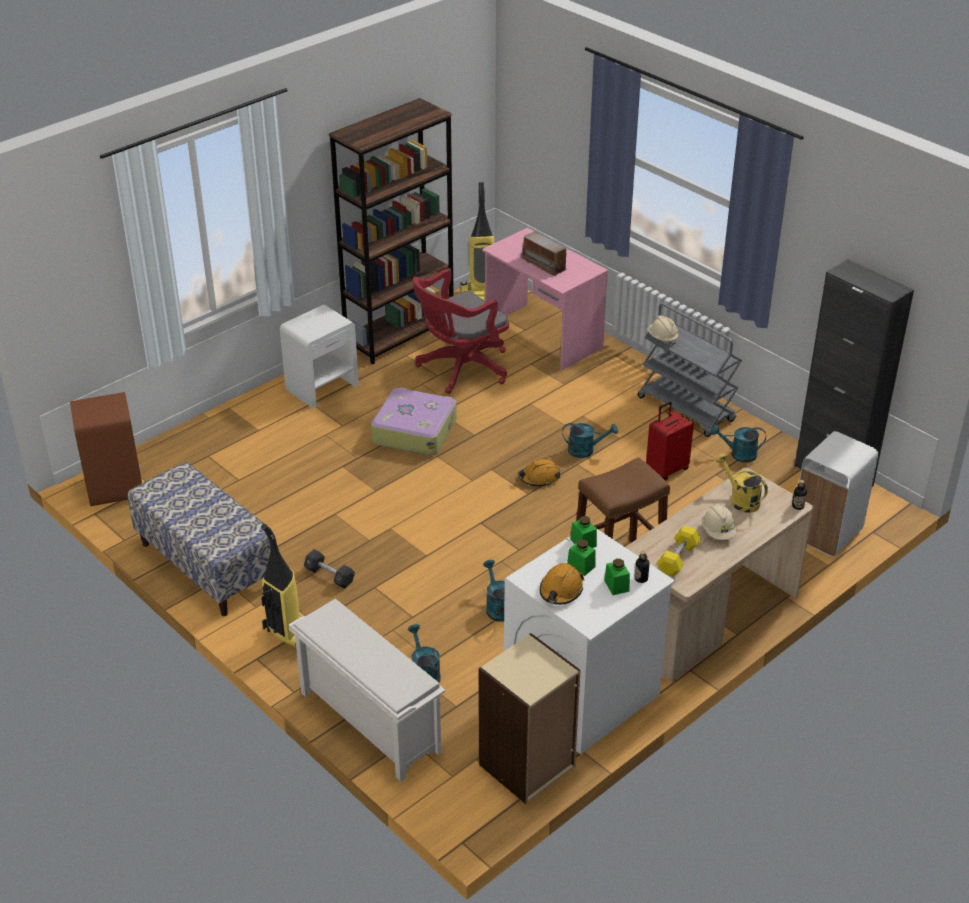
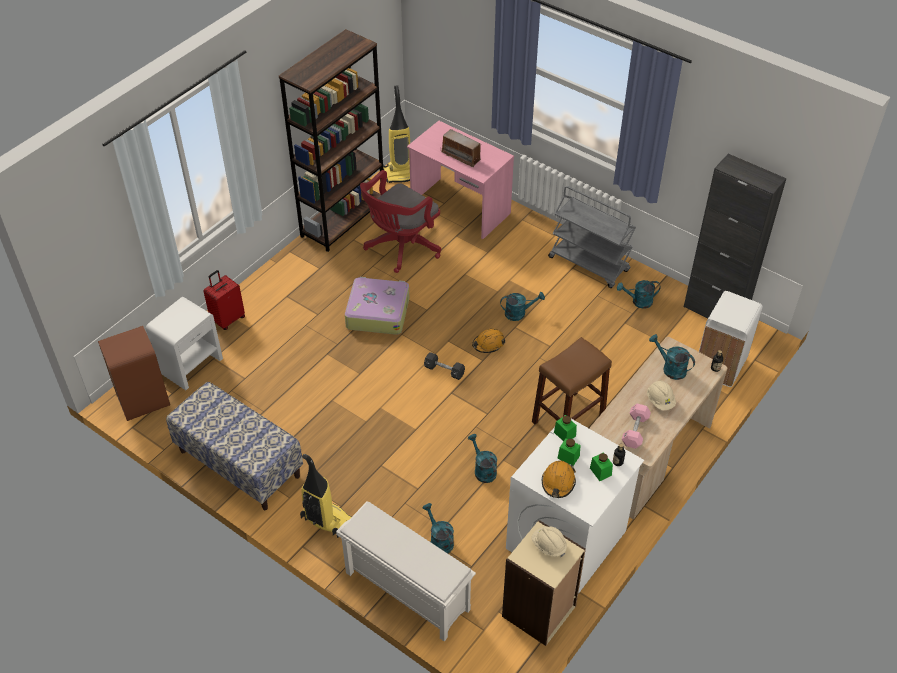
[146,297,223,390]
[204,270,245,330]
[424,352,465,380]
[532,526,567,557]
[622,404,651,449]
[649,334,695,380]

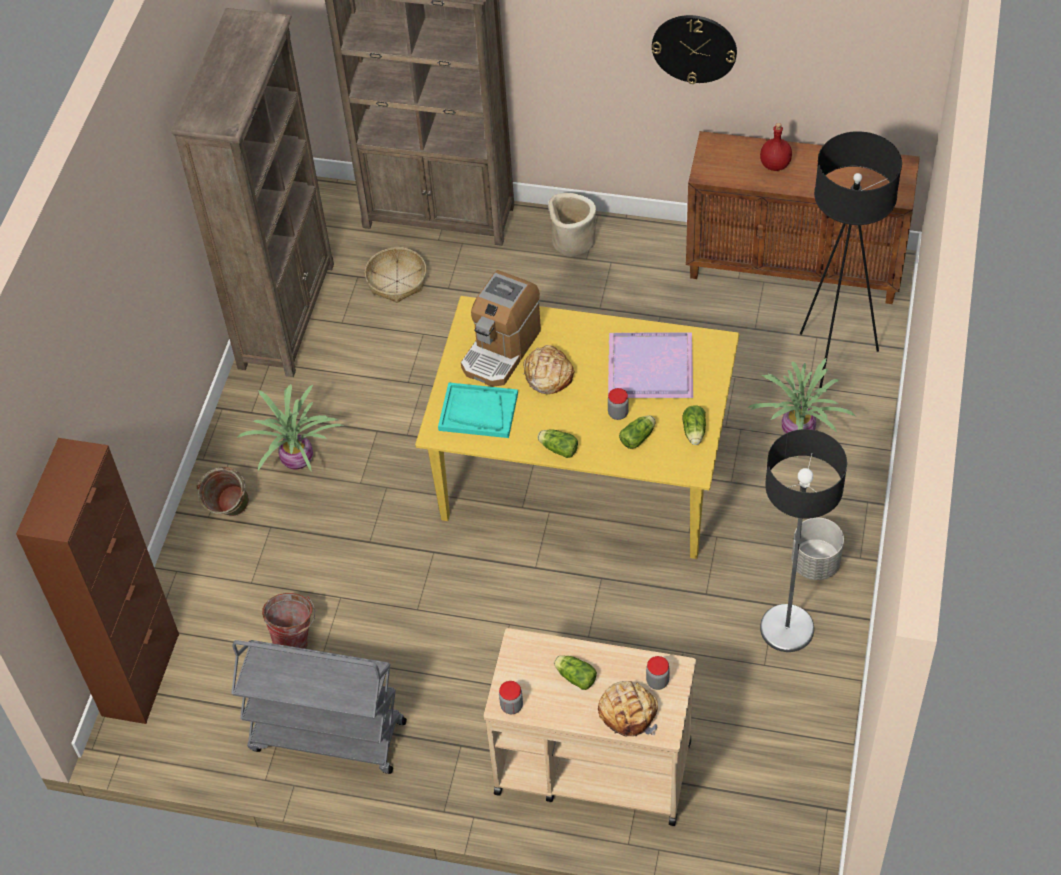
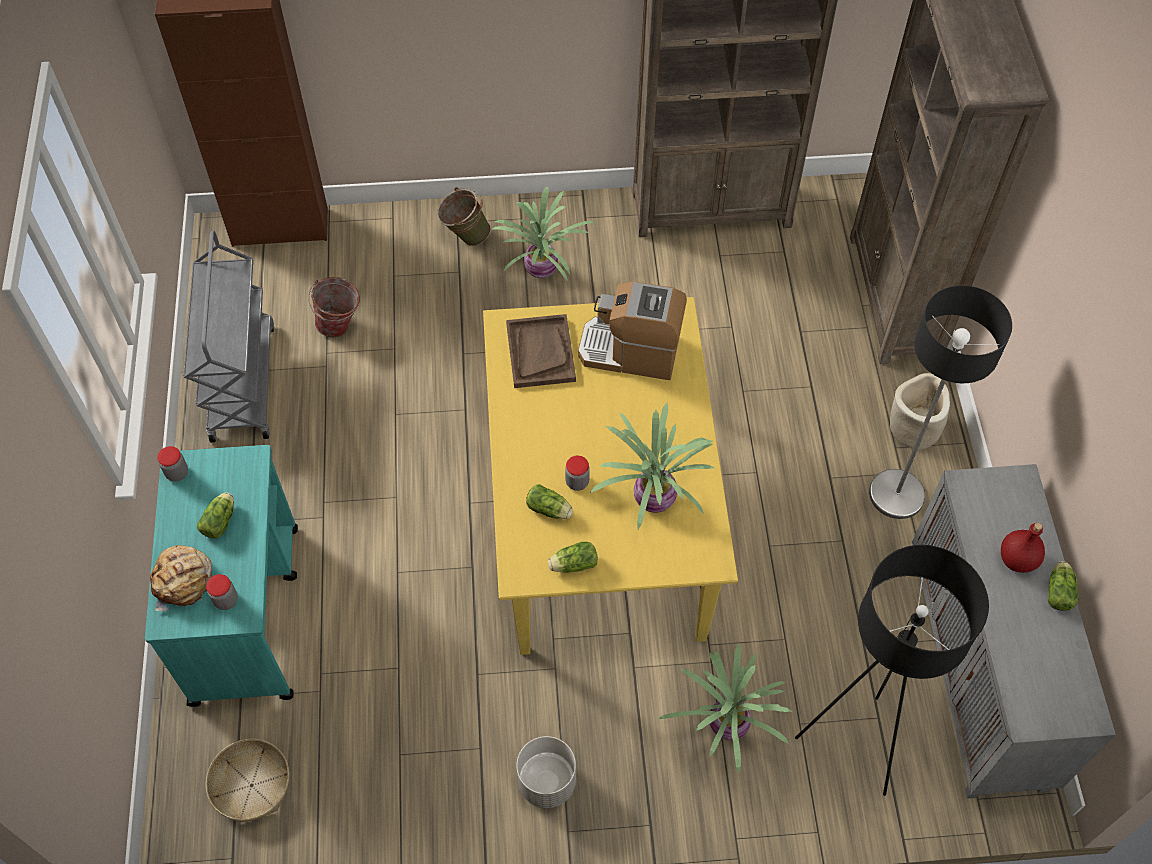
[145,445,298,707]
[205,739,289,823]
[506,314,576,388]
[590,403,714,529]
[869,285,1012,519]
[912,464,1116,799]
[1048,561,1079,611]
[522,345,575,394] (first image)
[652,15,737,84] (first image)

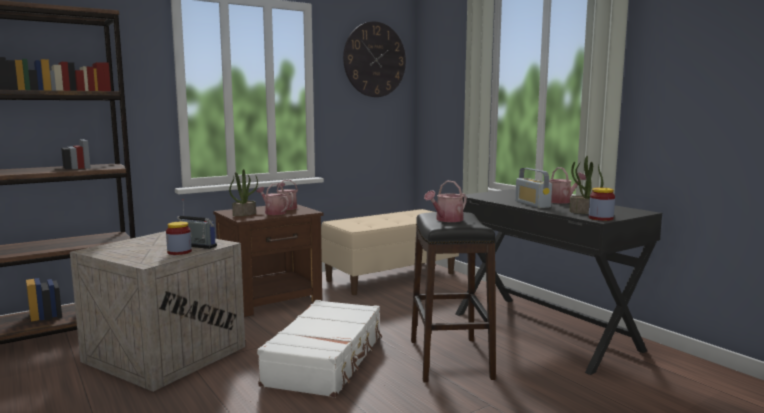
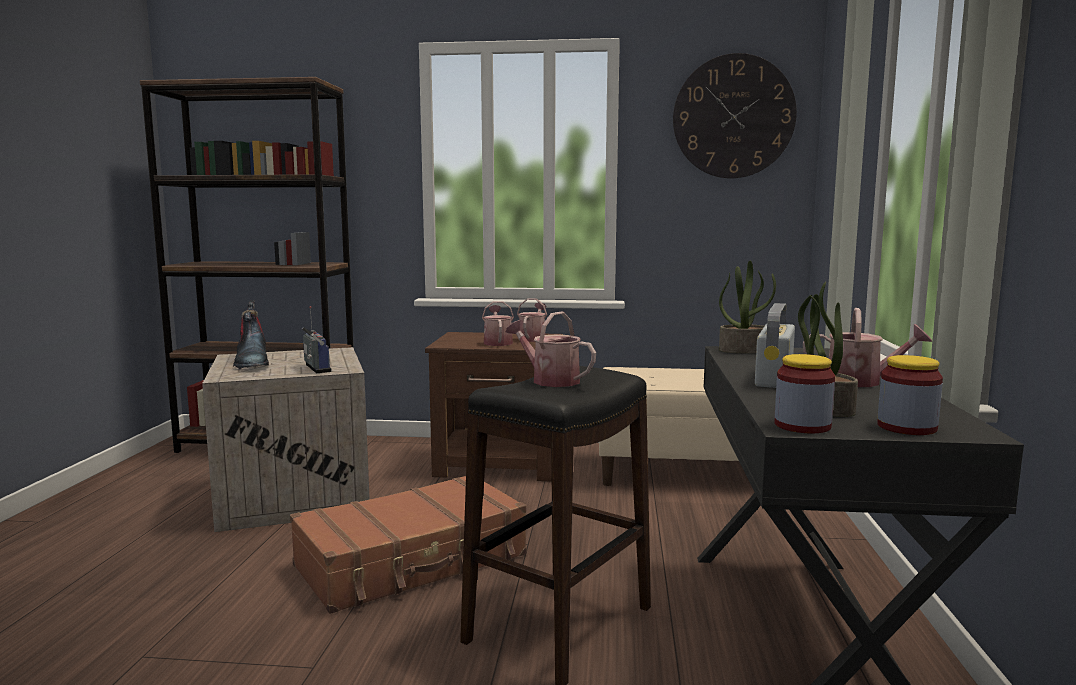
[233,300,269,369]
[290,476,527,614]
[506,312,596,387]
[719,261,776,354]
[877,355,943,435]

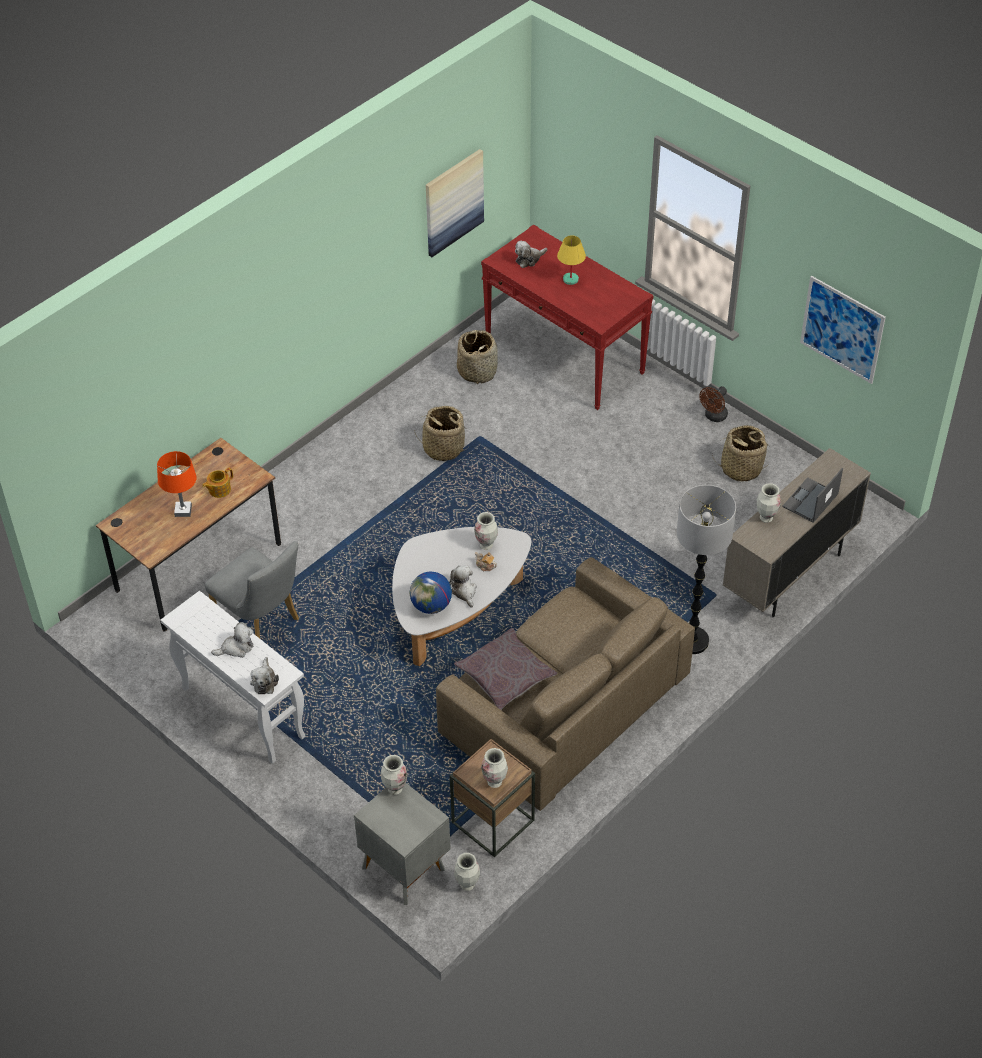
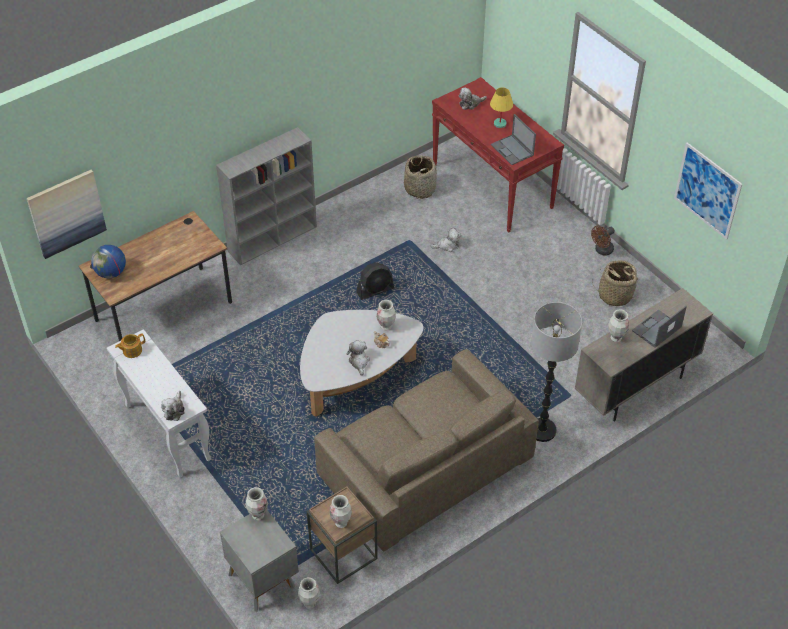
[27,170,107,259]
[91,245,126,278]
[115,333,145,358]
[216,127,317,265]
[356,262,394,300]
[430,228,461,252]
[491,114,536,165]
[157,451,197,517] (first image)
[205,541,299,638] (first image)
[414,406,469,461] (first image)
[454,628,557,710] (first image)

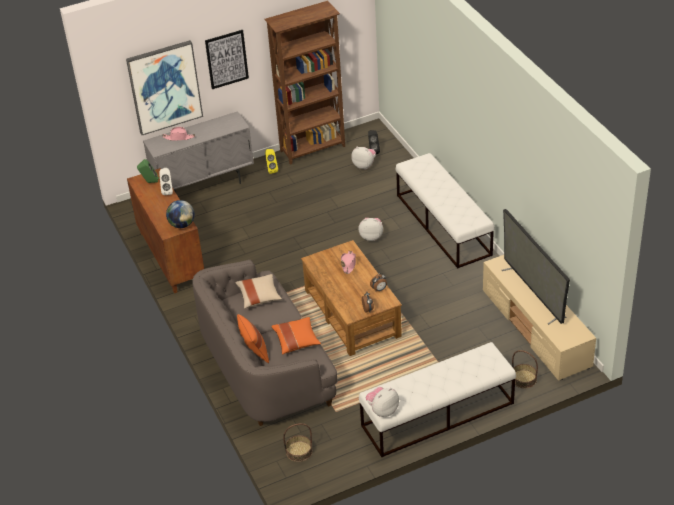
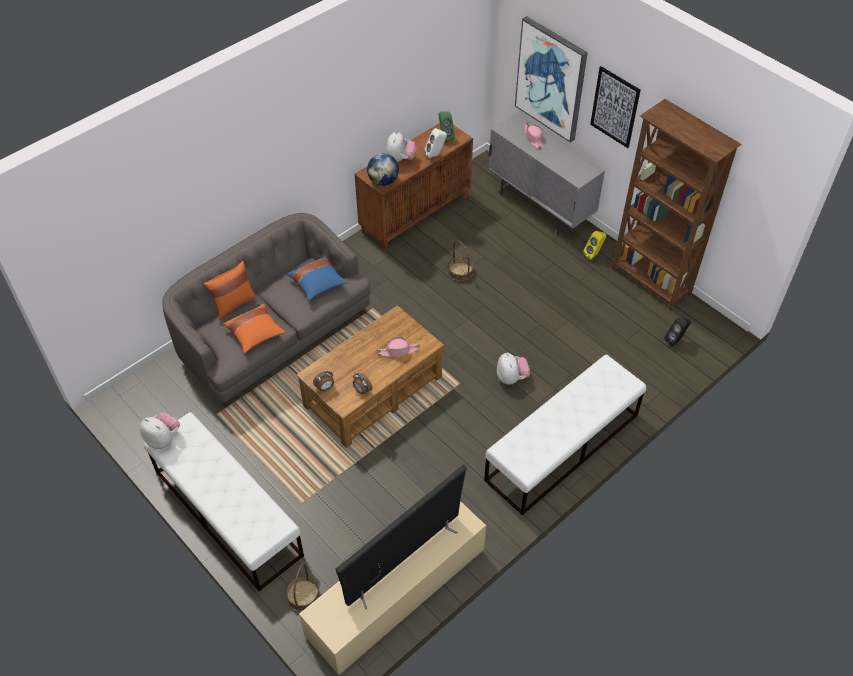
[287,255,347,301]
[386,131,416,162]
[448,240,474,281]

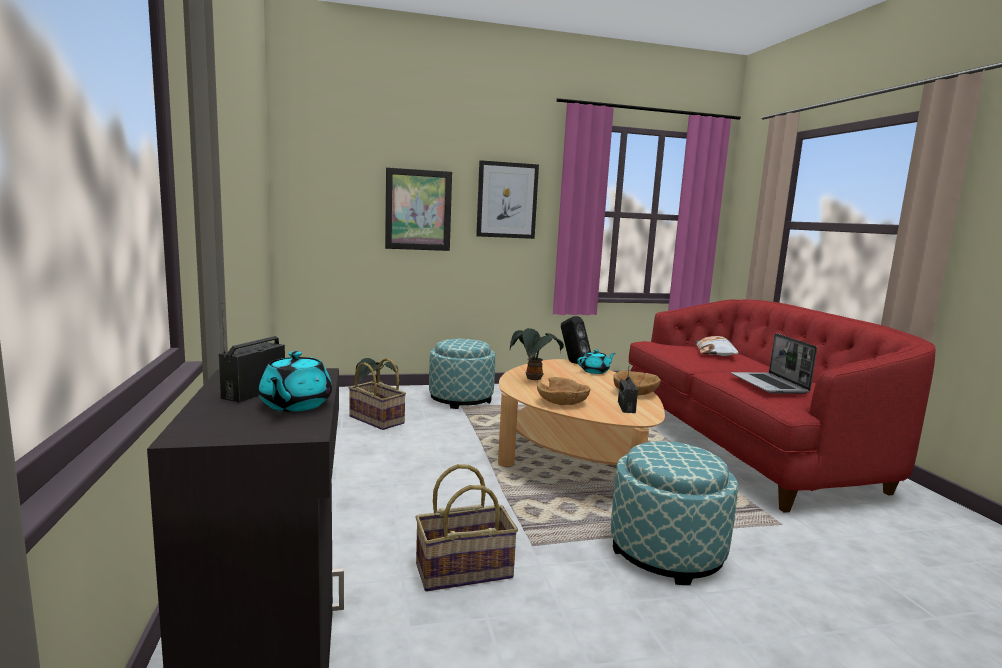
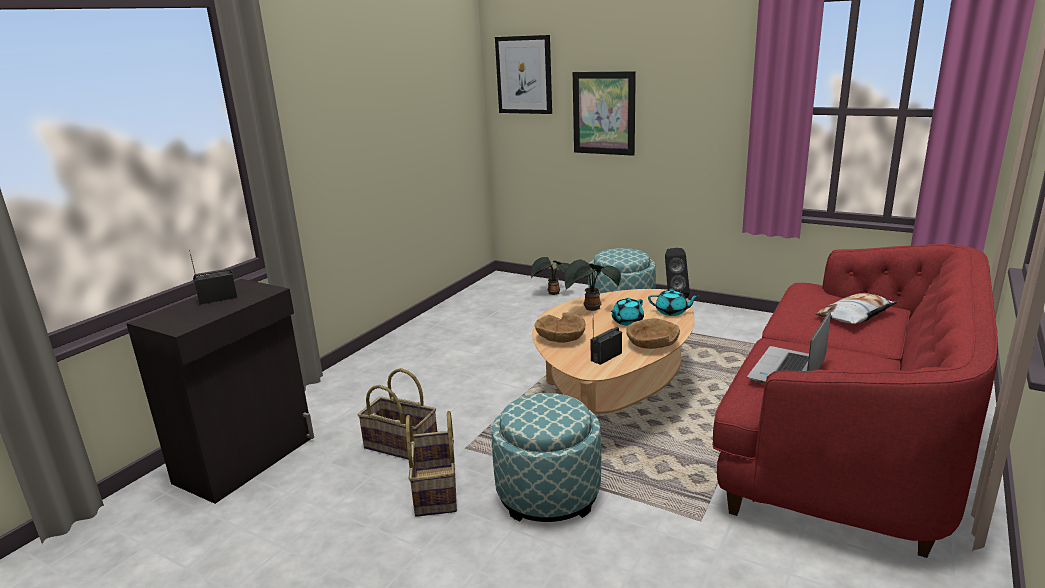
[406,411,457,517]
[495,35,552,114]
[611,298,644,326]

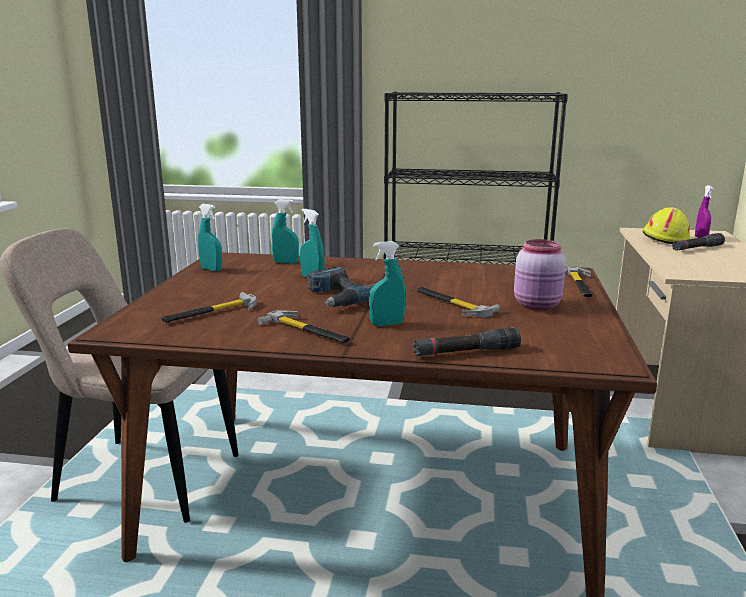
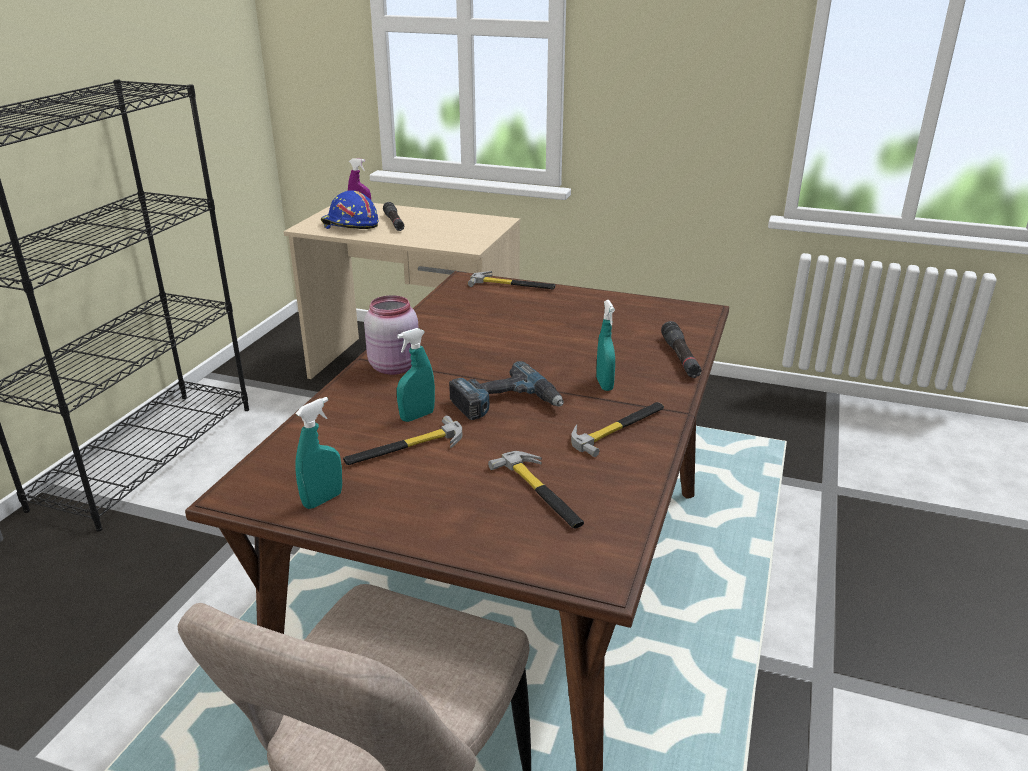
[321,190,379,229]
[343,416,462,465]
[364,295,418,375]
[271,199,299,264] (first image)

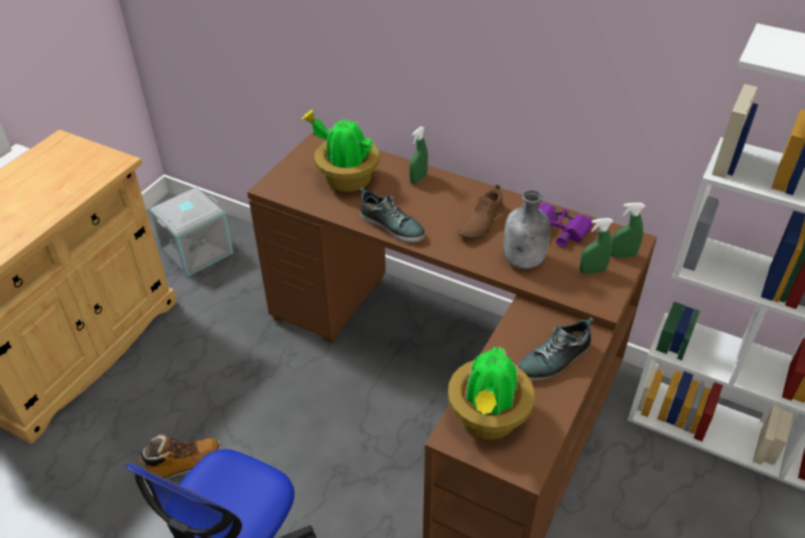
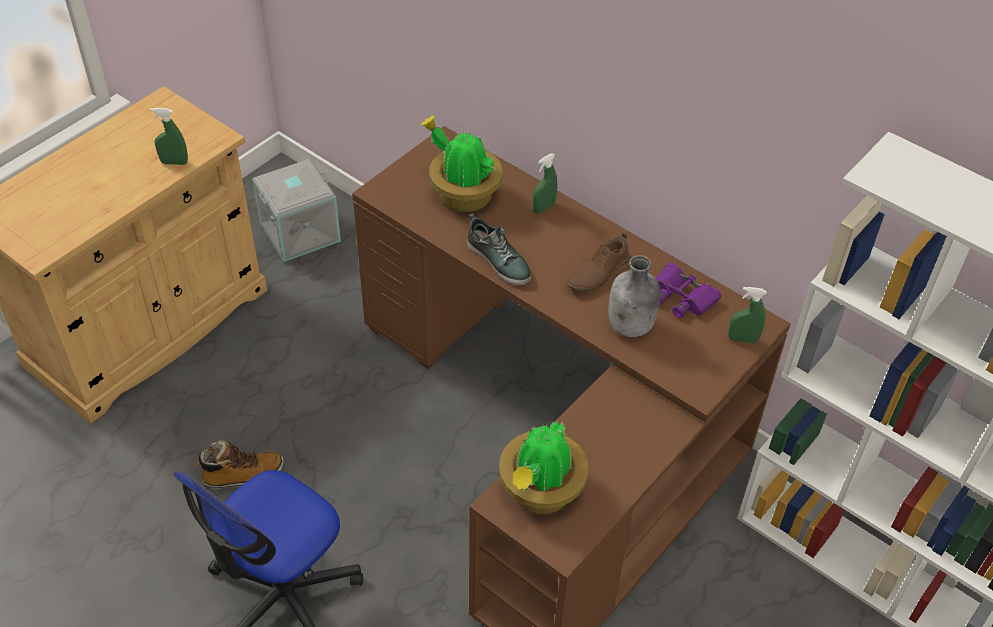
[150,108,188,165]
[517,317,594,382] (first image)

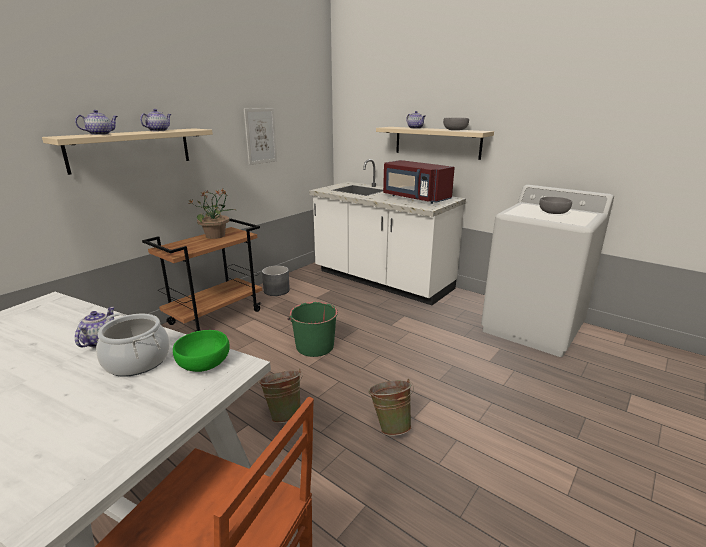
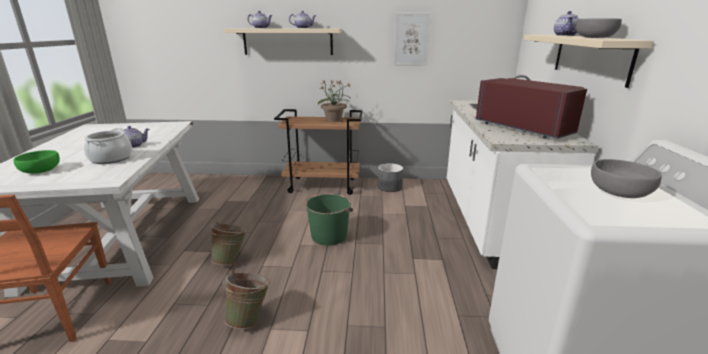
[13,150,60,174]
[476,78,587,139]

